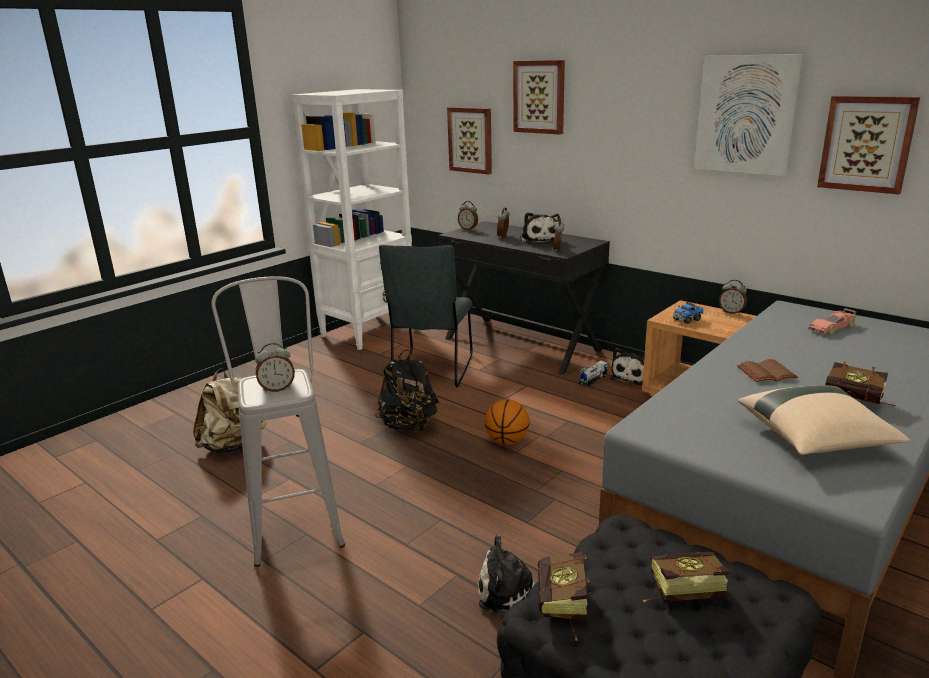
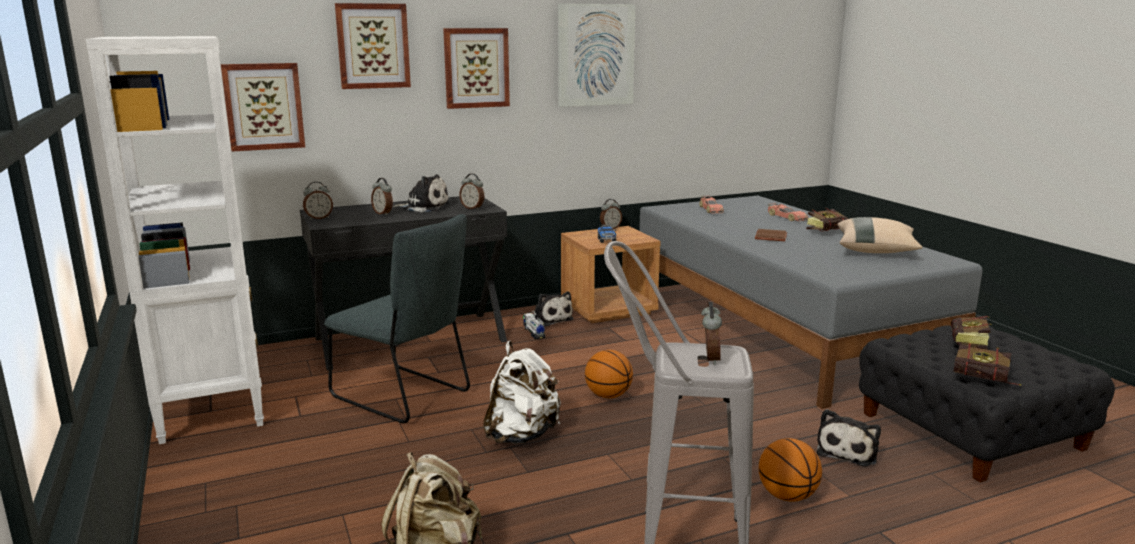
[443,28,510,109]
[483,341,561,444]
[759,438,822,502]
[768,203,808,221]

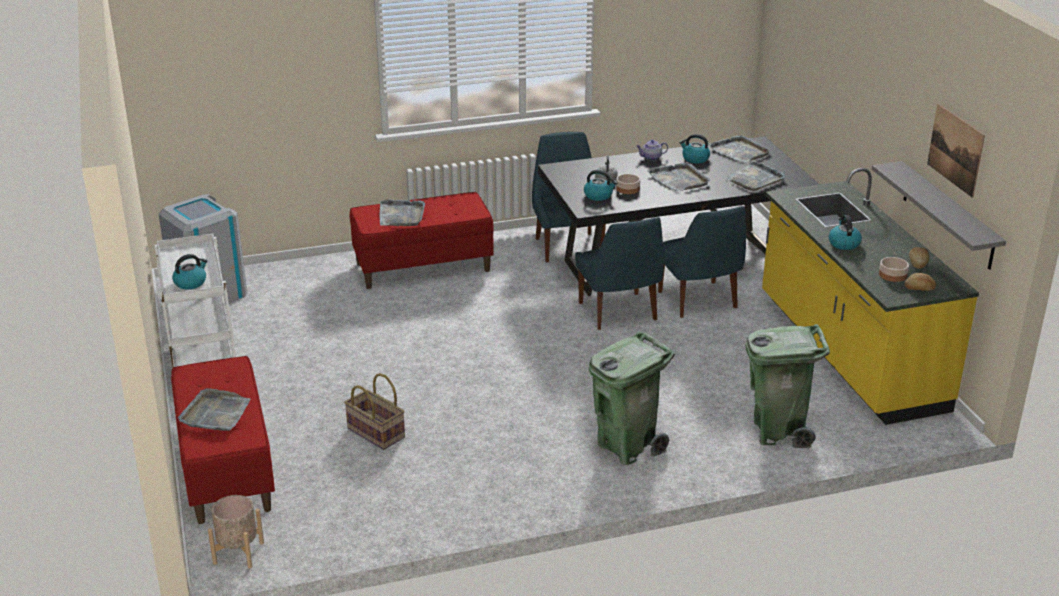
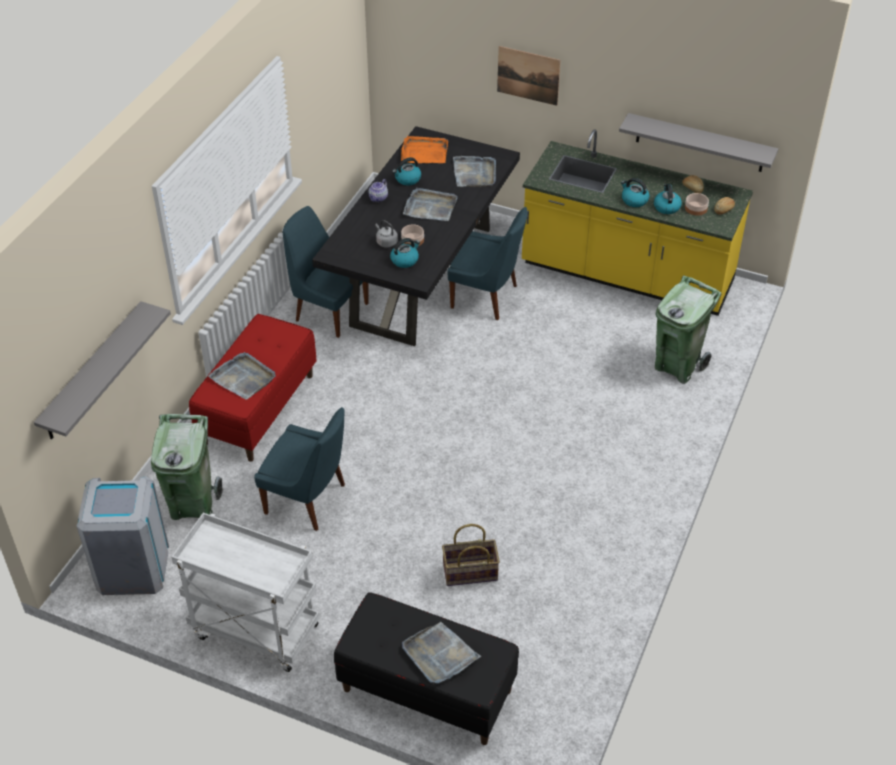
[34,301,171,439]
[151,414,223,520]
[254,407,345,531]
[334,592,519,745]
[401,136,448,163]
[497,46,561,106]
[654,184,682,214]
[208,495,264,568] (first image)

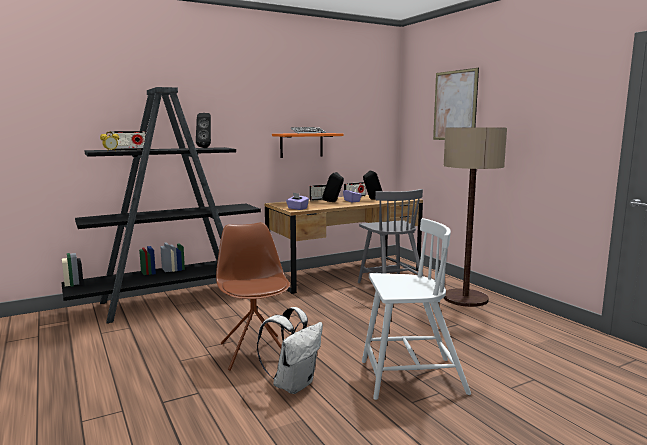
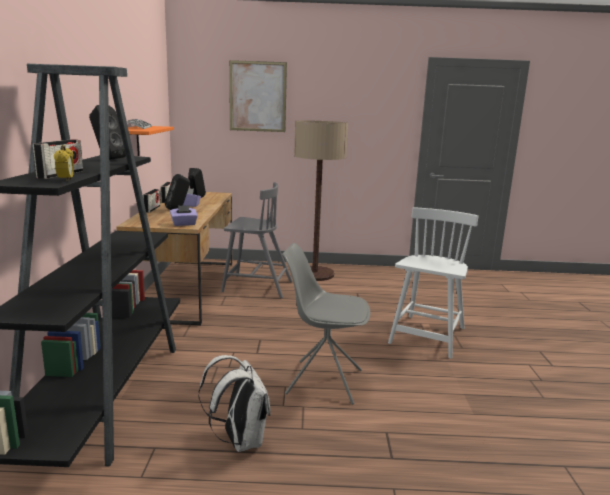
[199,355,271,452]
[282,243,370,405]

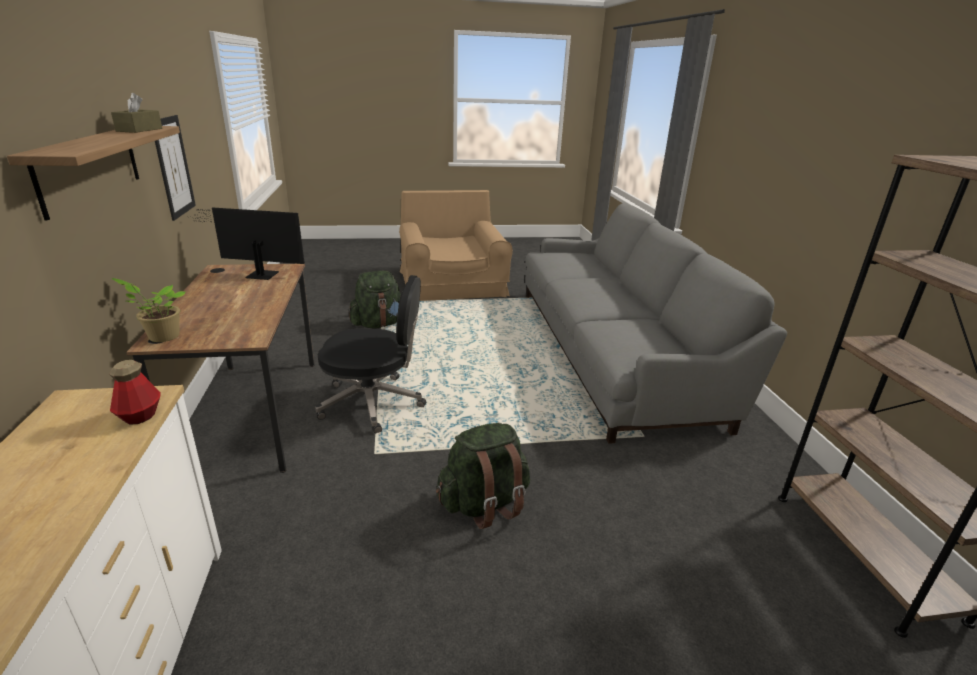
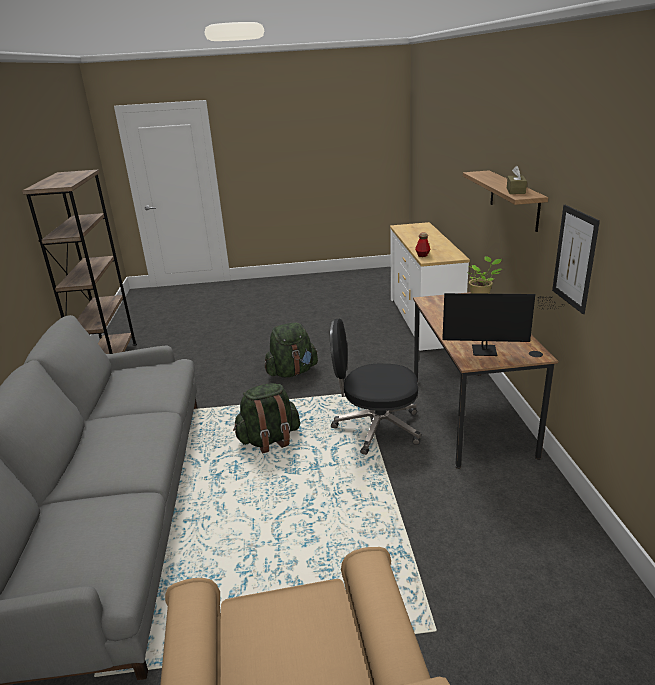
[233,383,300,453]

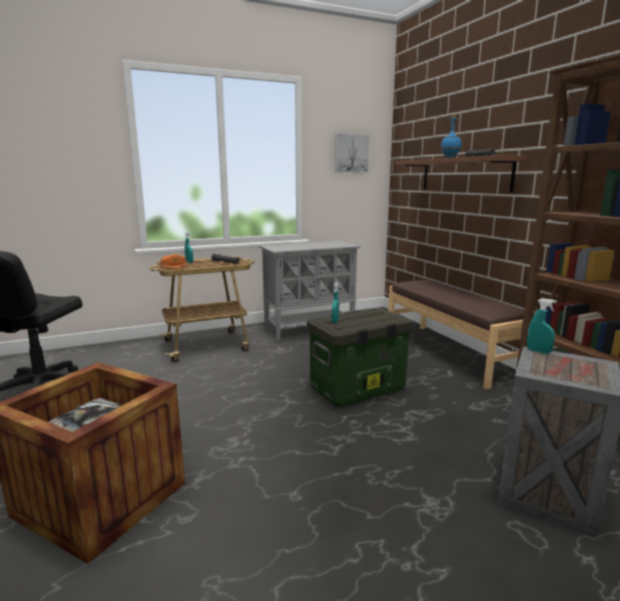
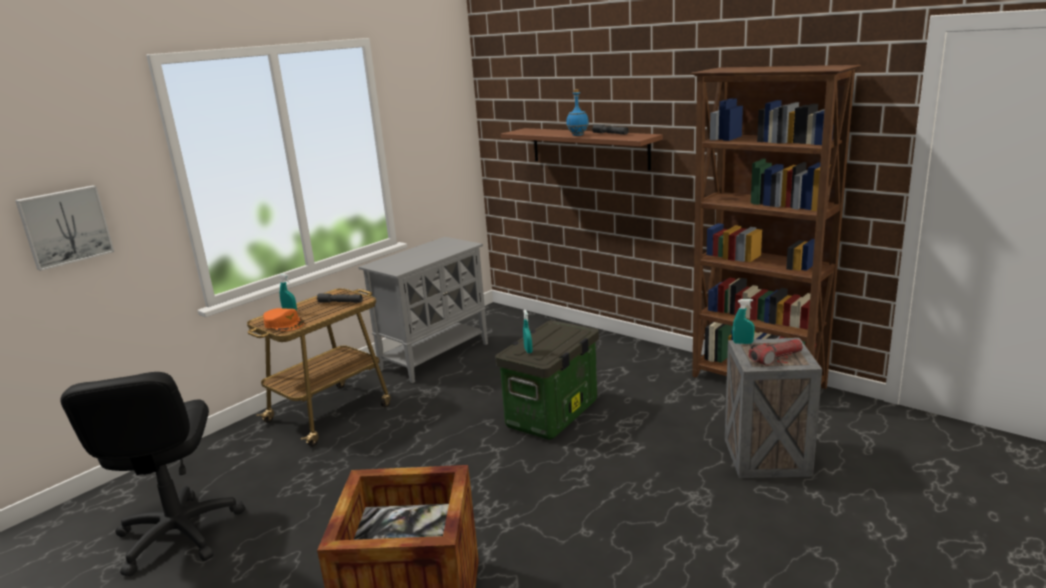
[15,185,114,271]
[749,339,803,366]
[388,280,534,390] (first image)

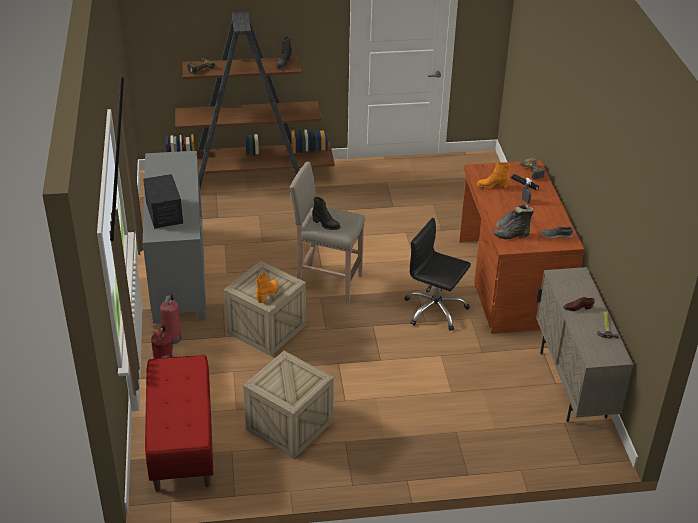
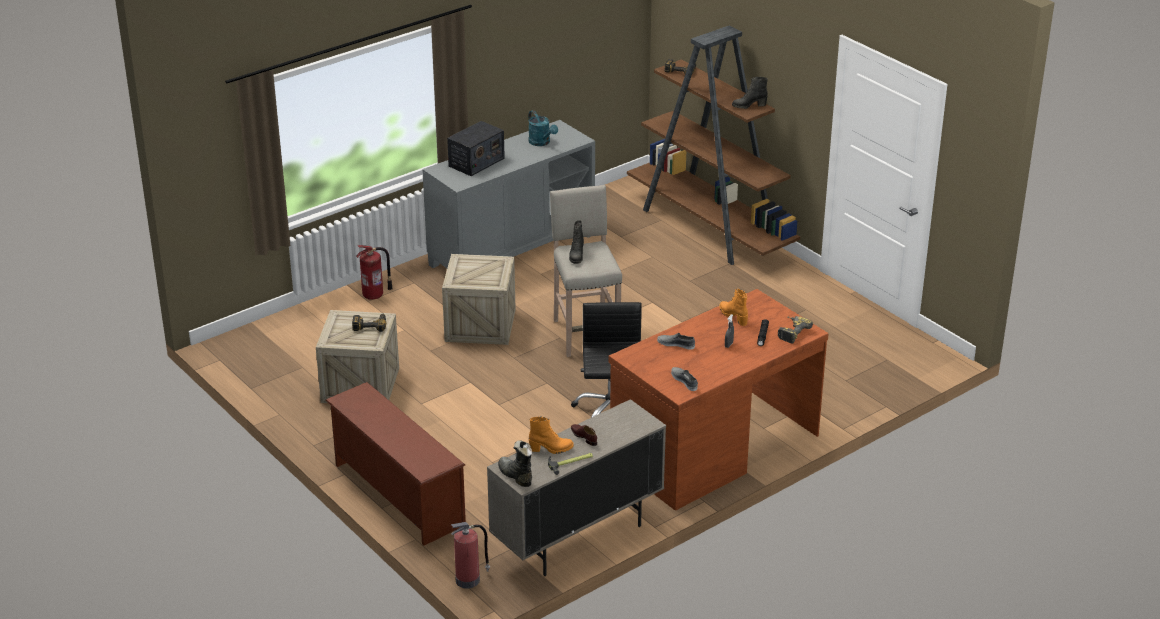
[325,382,466,546]
[352,314,386,332]
[450,522,490,589]
[498,441,532,487]
[528,110,558,146]
[529,416,574,454]
[145,355,214,492] (first image)

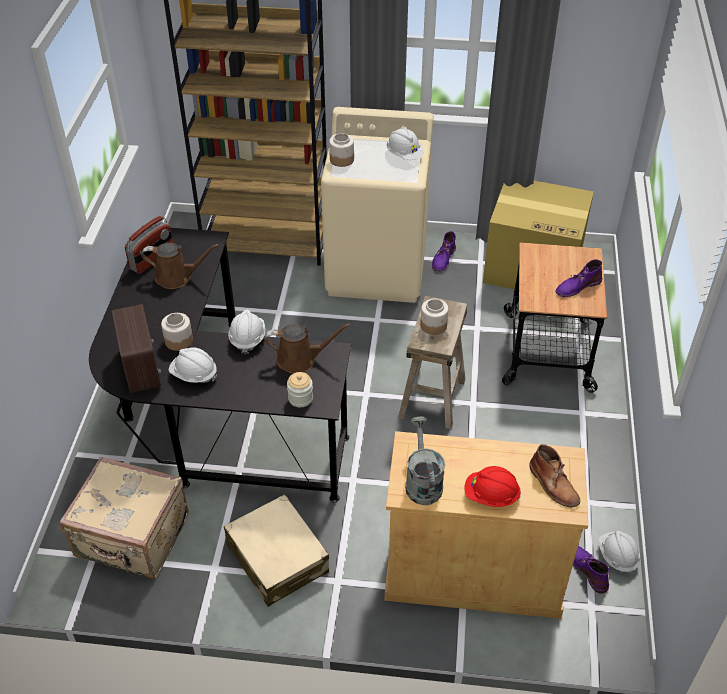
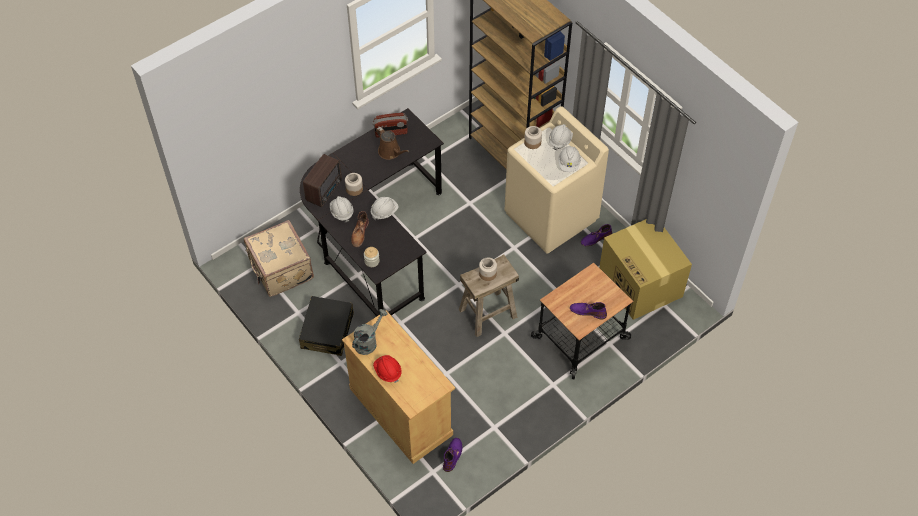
[299,296,354,356]
[351,211,369,247]
[549,124,573,150]
[264,324,350,374] (first image)

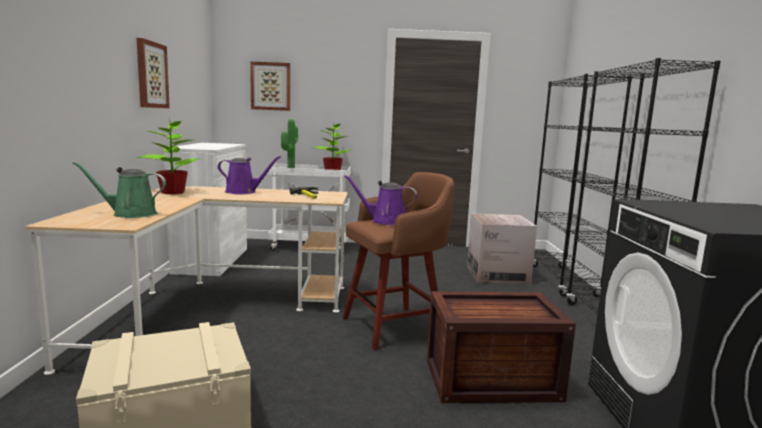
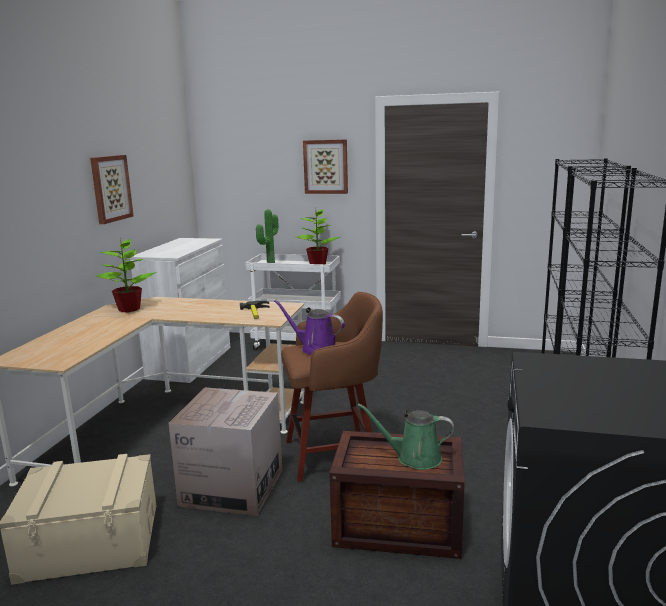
[168,388,282,516]
[303,139,348,194]
[358,403,454,470]
[218,156,281,194] (first image)

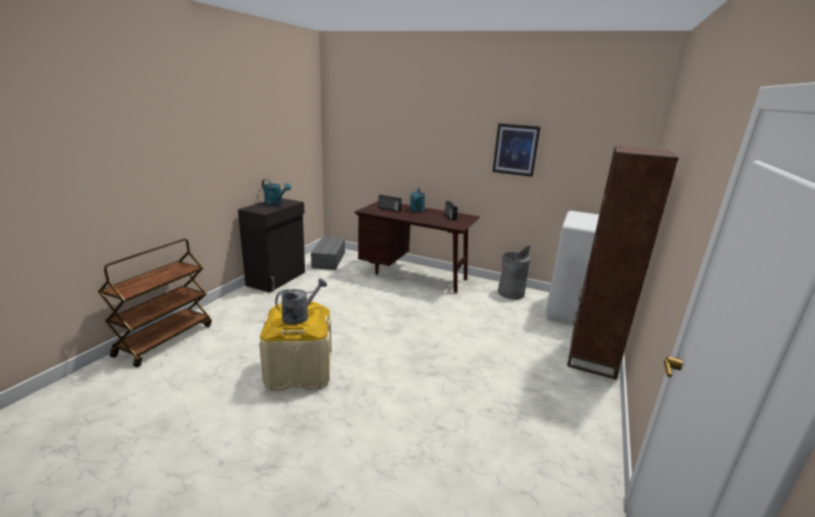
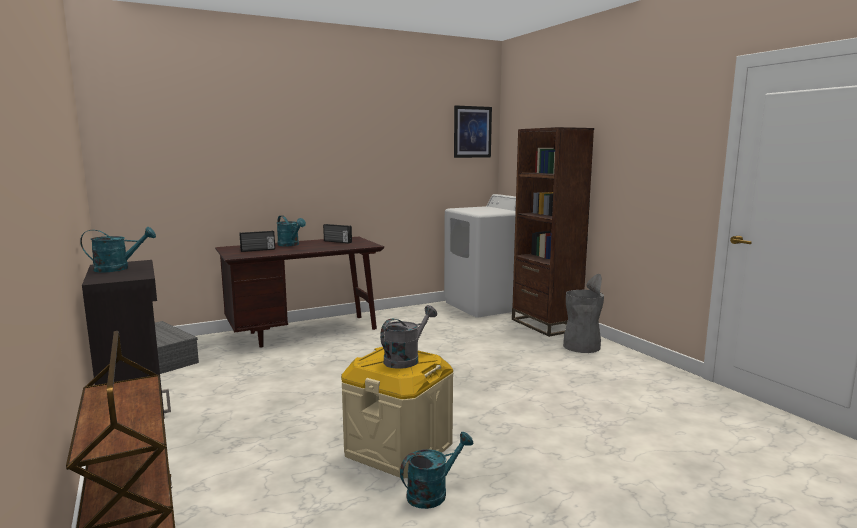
[380,305,437,369]
[400,432,473,509]
[454,105,492,158]
[563,274,604,353]

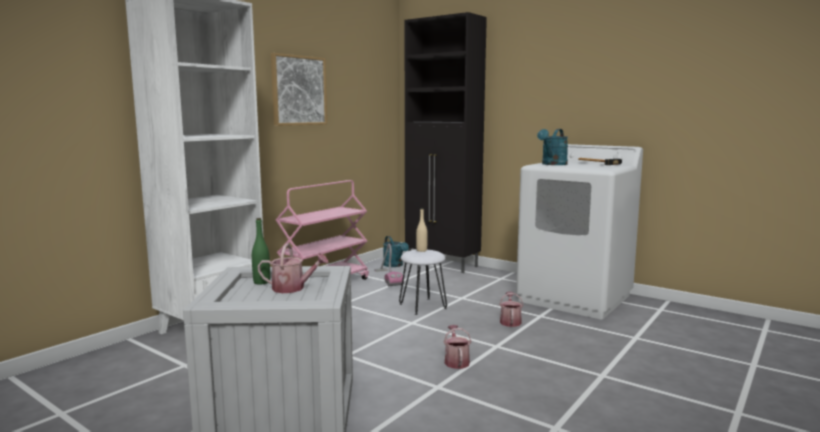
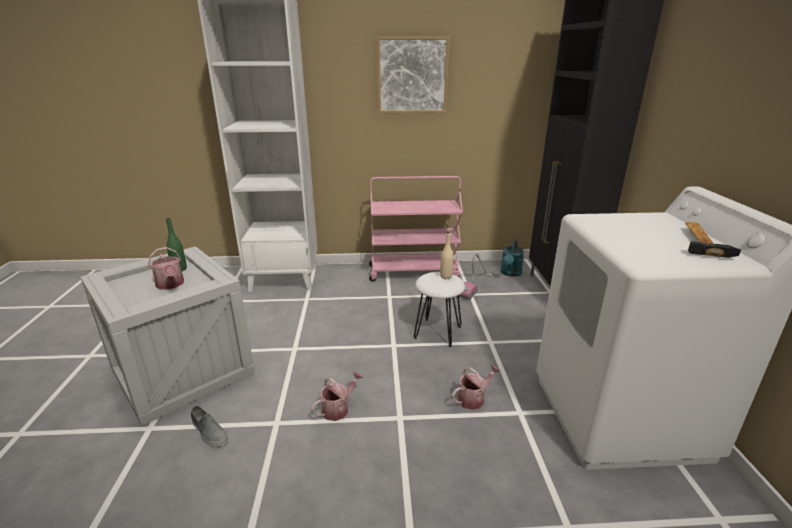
[191,406,228,447]
[537,129,568,165] (first image)

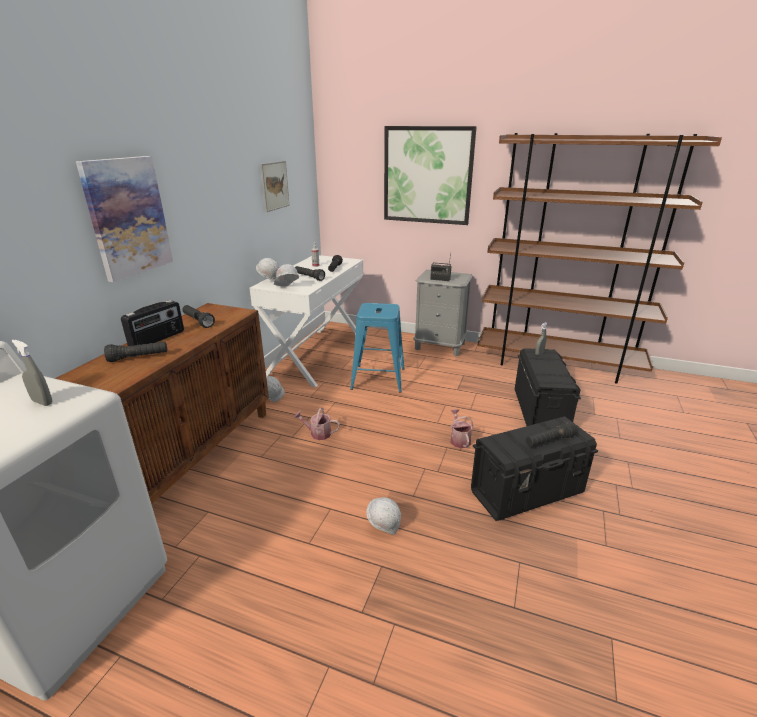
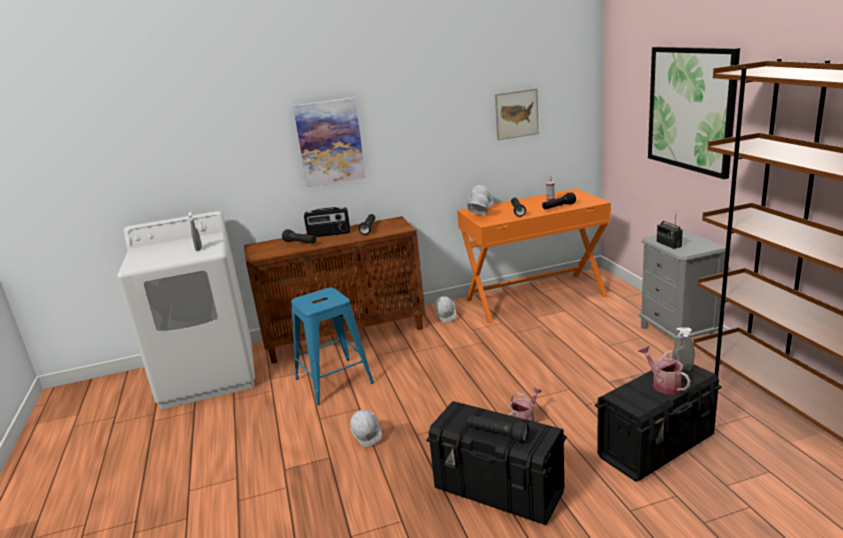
[291,287,374,405]
[457,188,611,324]
[639,346,691,394]

